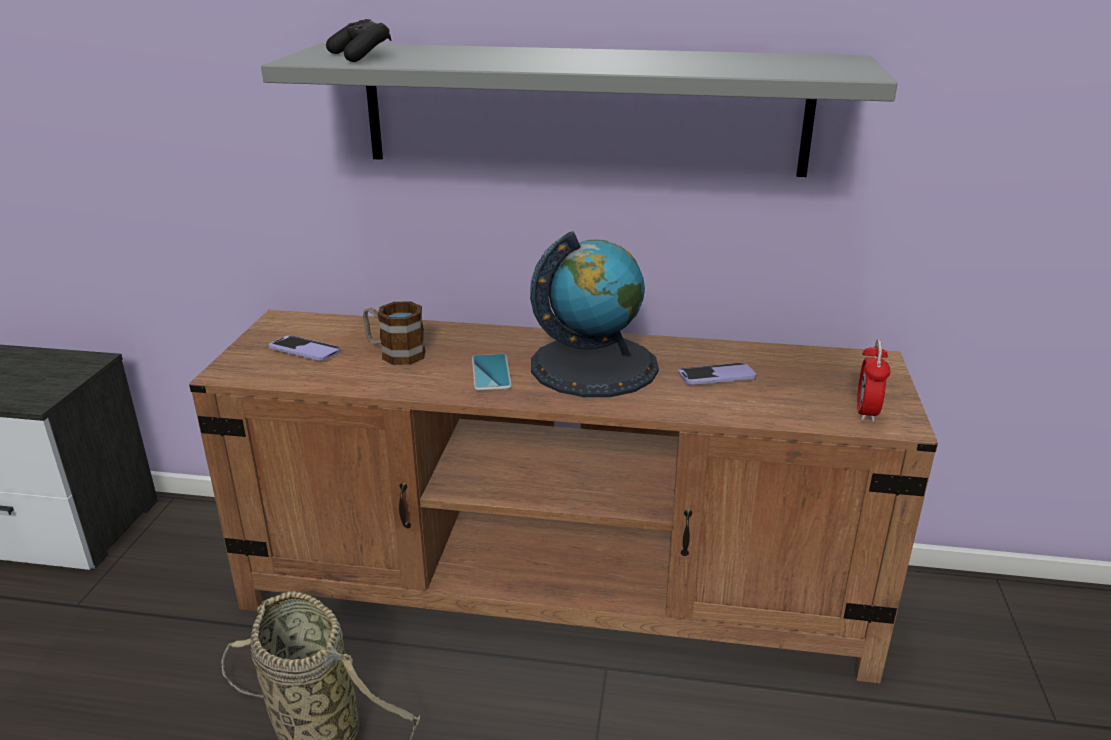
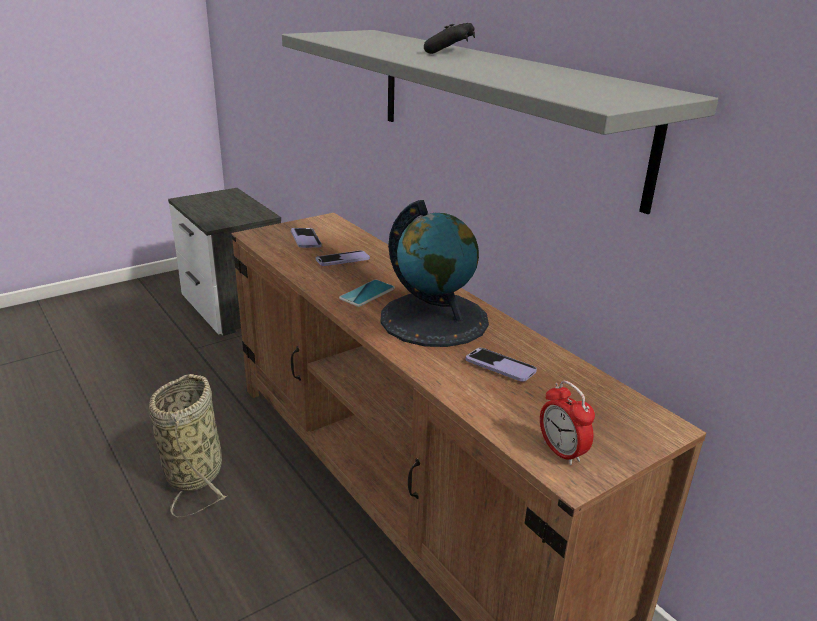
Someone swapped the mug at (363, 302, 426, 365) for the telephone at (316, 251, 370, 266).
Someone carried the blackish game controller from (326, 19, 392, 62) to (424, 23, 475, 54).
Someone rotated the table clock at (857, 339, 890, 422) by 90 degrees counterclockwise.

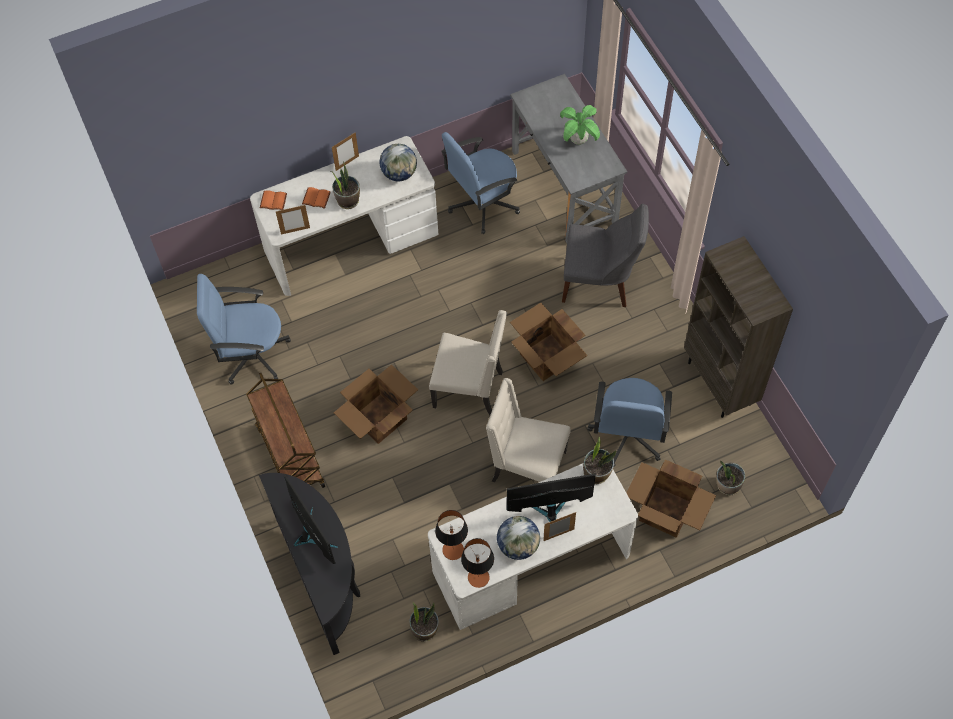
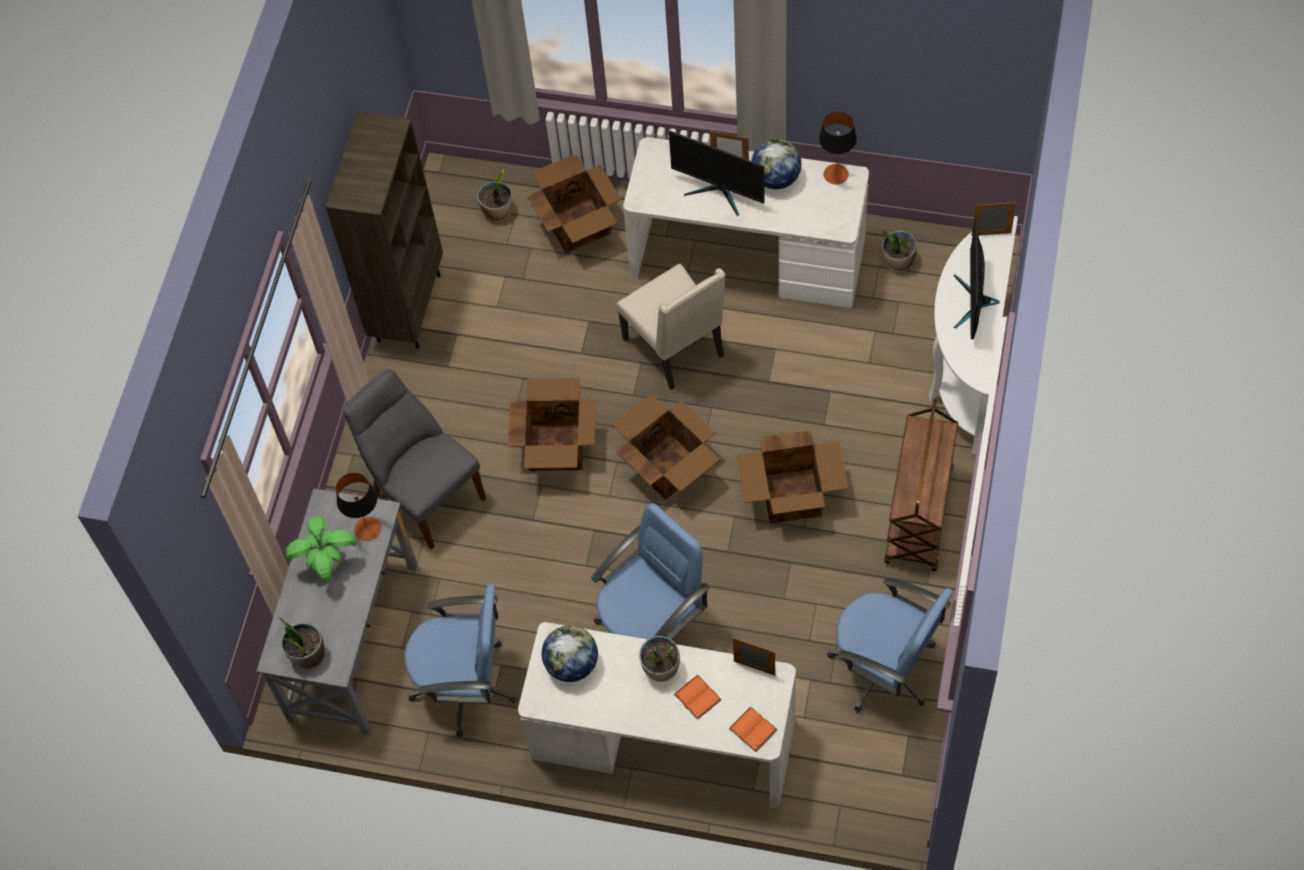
Someone carried the plant in a pot from (583, 437, 616, 484) to (279, 617, 325, 670).
Someone carried the table lamp from (435, 510, 468, 560) to (336, 473, 381, 541).
Someone carried the bluish computer chair from (587, 378, 672, 468) to (591, 503, 709, 640).
Someone swapped the sand-coloured plain chair at (429, 310, 507, 415) for the carton at (612, 394, 720, 500).
Someone repainted the blackish hall table at (259, 473, 360, 655), which became the white-coloured hall table at (929, 216, 1018, 455).
Someone carried the photo frame from (332, 132, 359, 171) to (971, 202, 1016, 236).

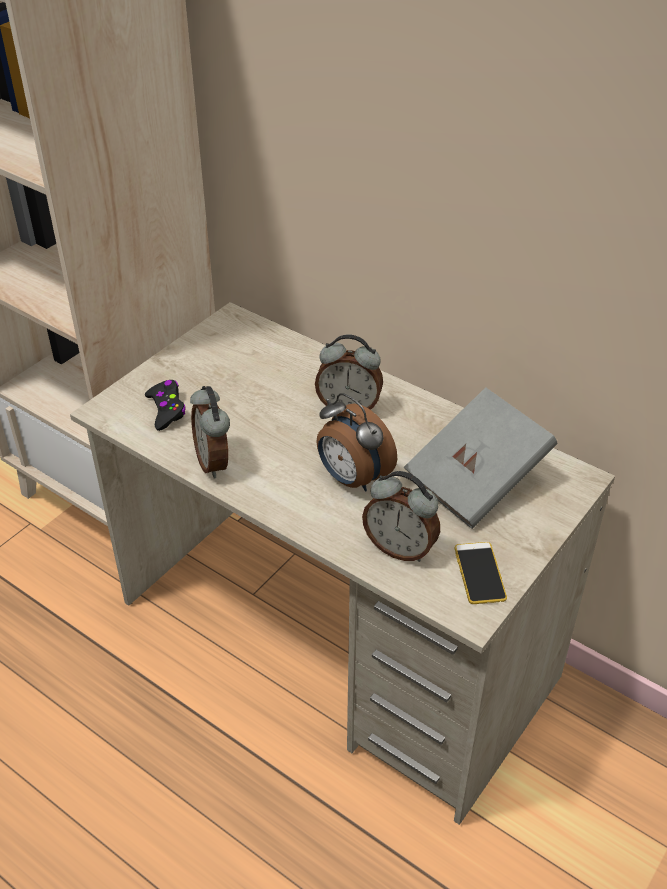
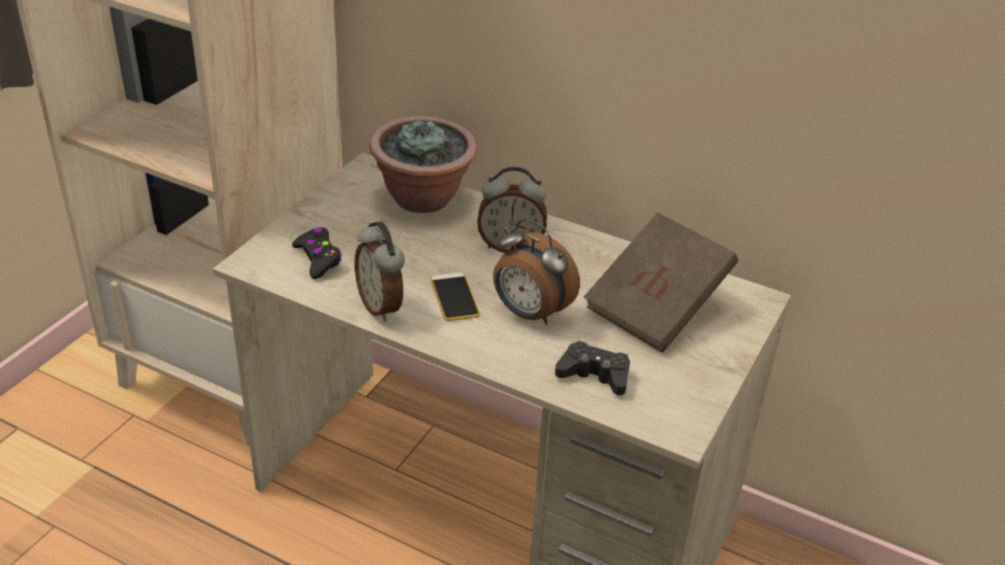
Someone put down the plant in a pot at (369, 116, 477, 213).
Someone carried the telephone from (455, 542, 507, 604) to (430, 272, 480, 321).
Someone swapped the table clock at (362, 471, 440, 562) for the blackish game controller at (555, 341, 630, 395).
Someone repainted the gray volume at (404, 387, 557, 529), which became the brownish volume at (584, 212, 738, 353).

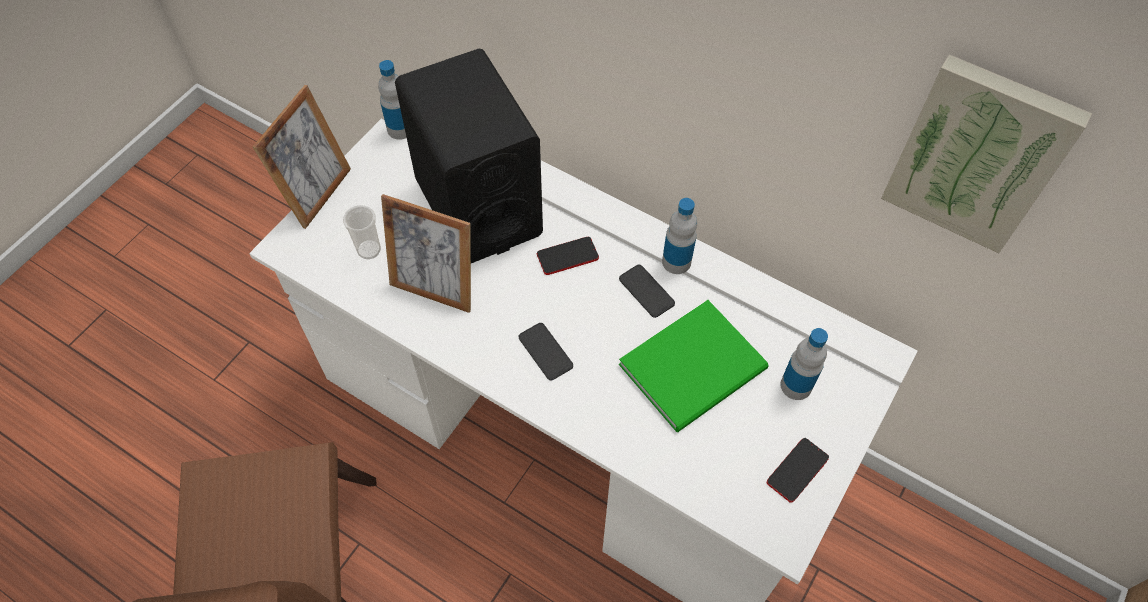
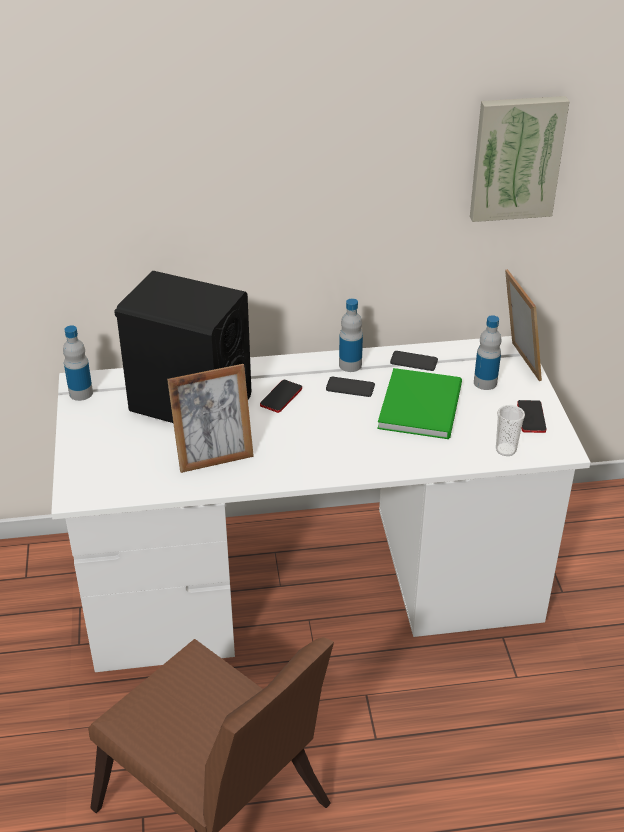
Someone carried the telephone from (519, 323, 573, 380) to (390, 351, 438, 371).
Someone carried the small cup from (343, 205, 381, 259) to (496, 405, 525, 456).
Someone carried the photo frame from (253, 85, 351, 229) to (505, 269, 542, 381).

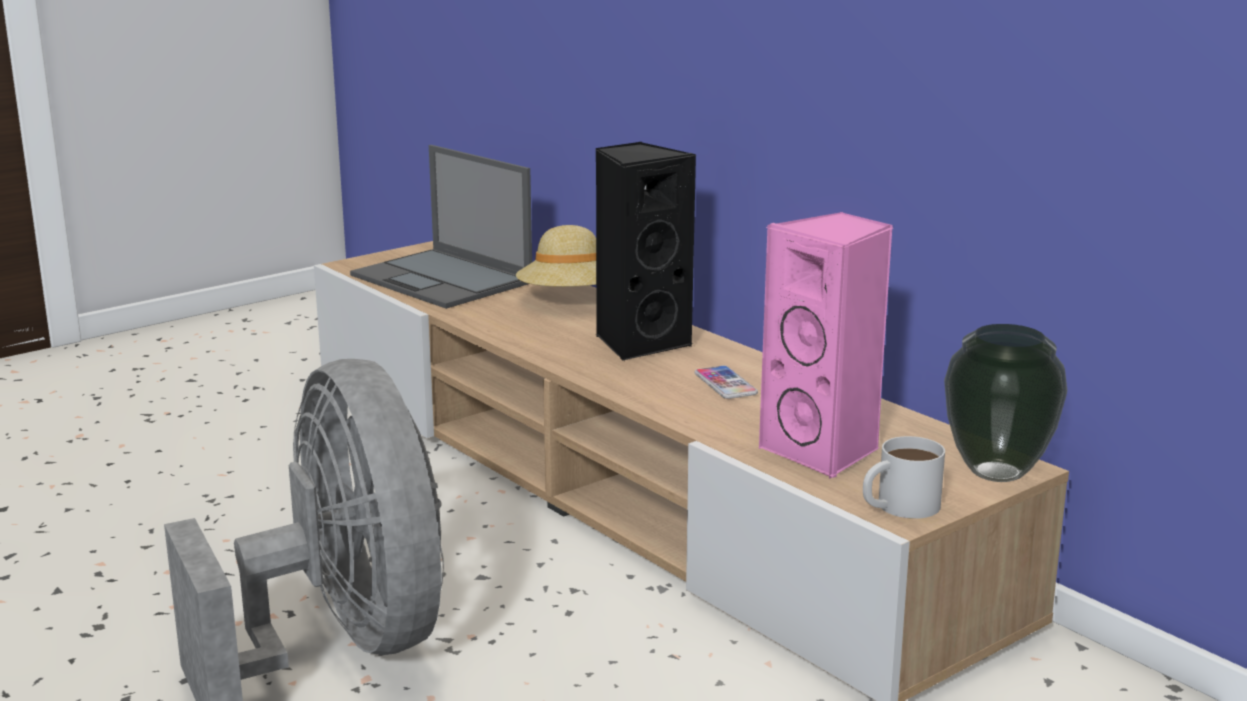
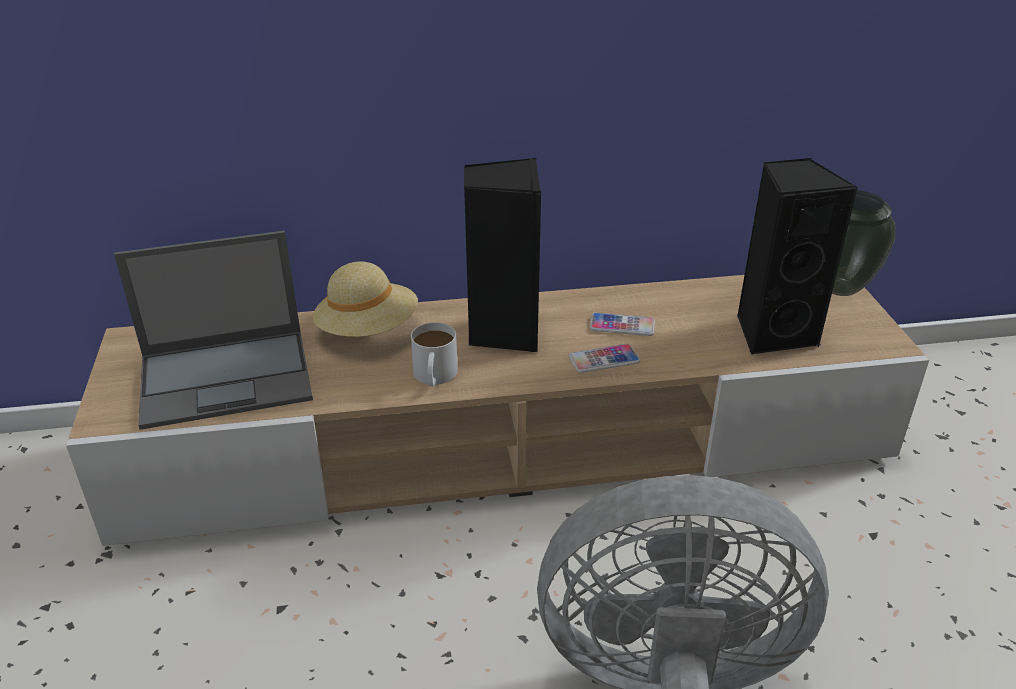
Someone carried the white-coloured mug from (863, 436, 945, 519) to (411, 322, 458, 386).
Someone put down the telephone at (569, 344, 640, 373).
Someone repainted the pinkish loudspeaker at (759, 212, 893, 479), which became the blackish loudspeaker at (737, 158, 858, 354).

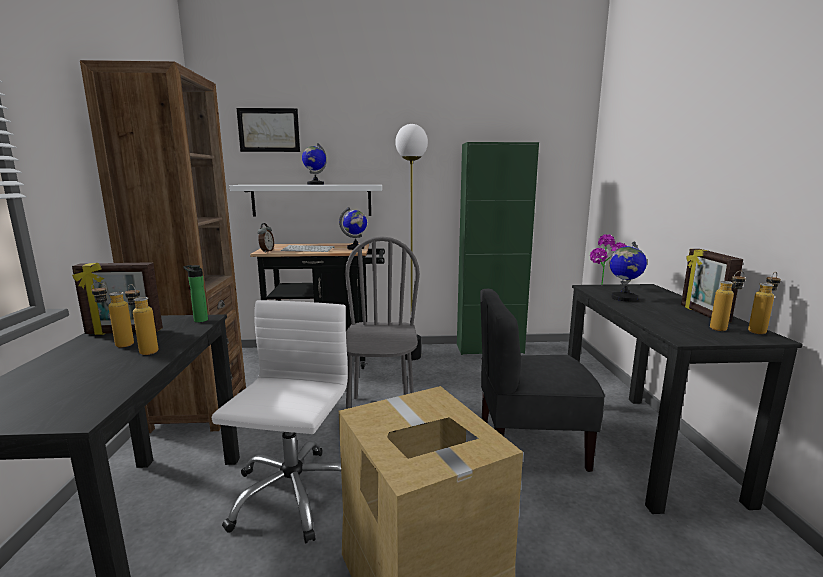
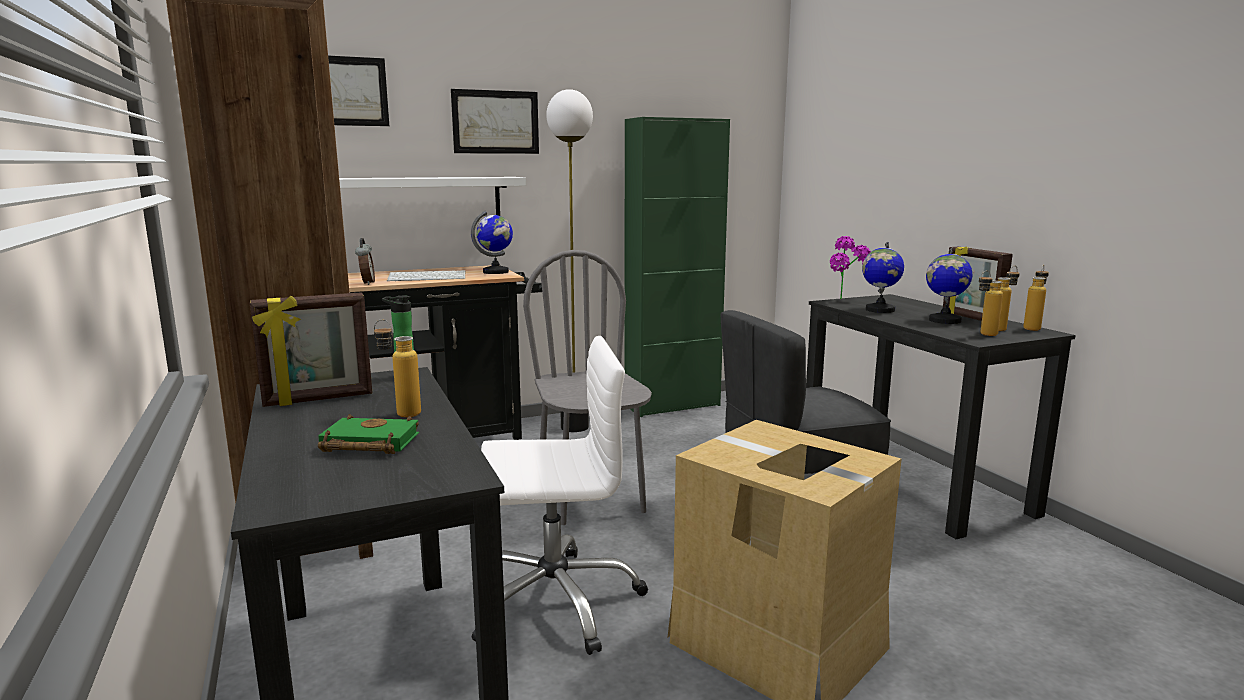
Someone put down the green-coloured volume at (318, 414, 419, 454).
Someone put up the picture at (451, 89, 539, 154).
Someone rotated the white-coloured computer chair at (211, 300, 348, 544) by 90 degrees clockwise.
Someone carried the desk globe from (302, 143, 327, 185) to (926, 247, 972, 324).
Someone carried the drink bottle from (91, 282, 134, 348) to (979, 270, 1003, 336).

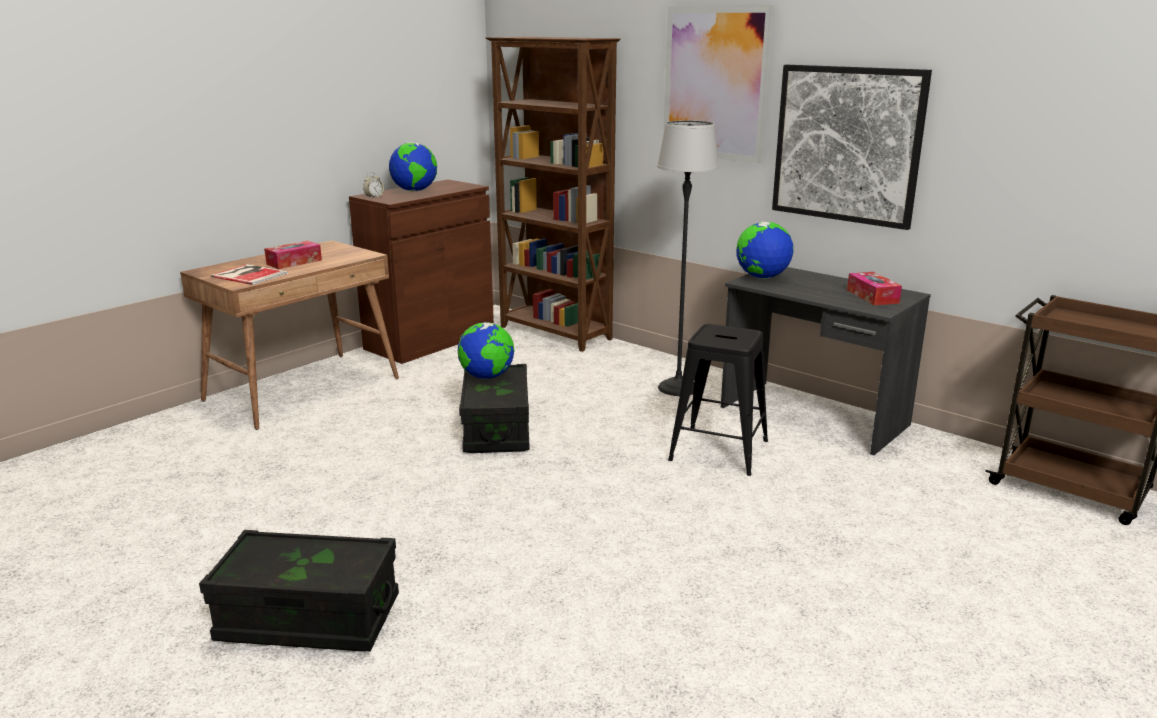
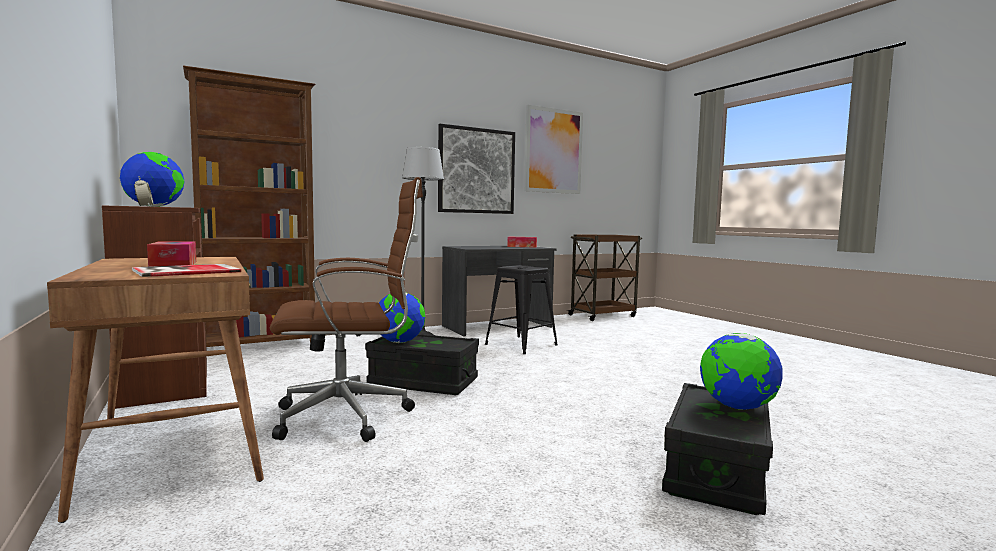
Someone put down the brownish computer chair at (270, 177, 423, 442).
Someone carried the picture from (663, 5, 775, 164) to (524, 105, 583, 194).
Someone carried the desk globe from (736, 222, 793, 278) to (700, 333, 783, 410).

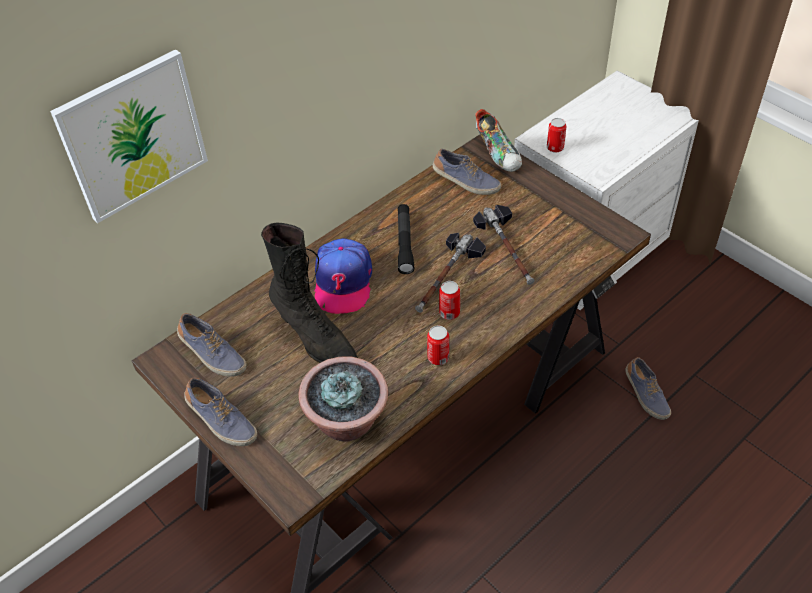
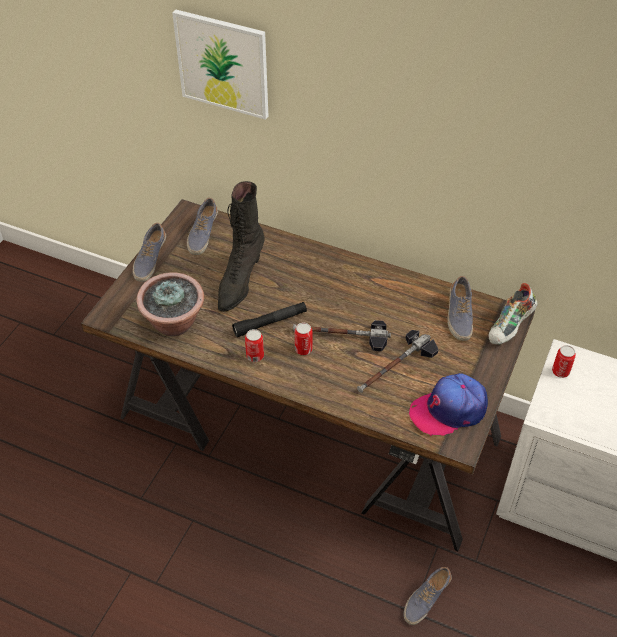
Someone carried the blackish torch from (398, 204, 414, 274) to (232, 302, 307, 337).
Someone carried the peaked cap from (315, 238, 372, 314) to (409, 373, 488, 436).

